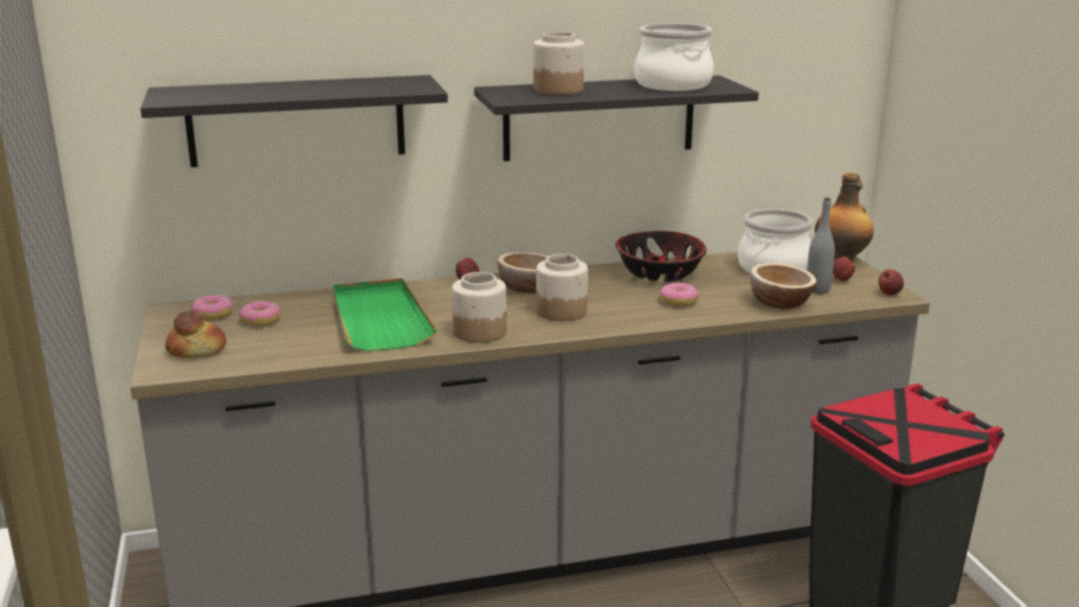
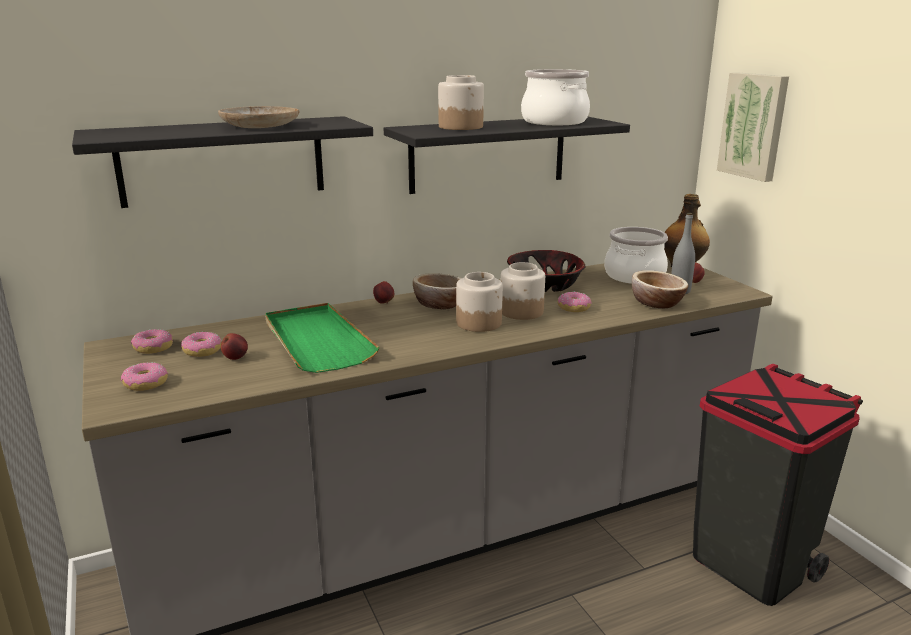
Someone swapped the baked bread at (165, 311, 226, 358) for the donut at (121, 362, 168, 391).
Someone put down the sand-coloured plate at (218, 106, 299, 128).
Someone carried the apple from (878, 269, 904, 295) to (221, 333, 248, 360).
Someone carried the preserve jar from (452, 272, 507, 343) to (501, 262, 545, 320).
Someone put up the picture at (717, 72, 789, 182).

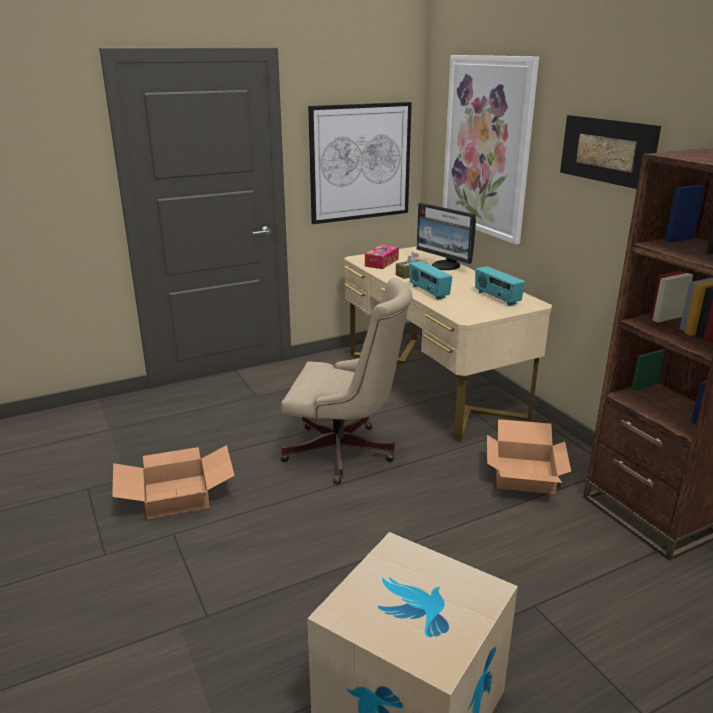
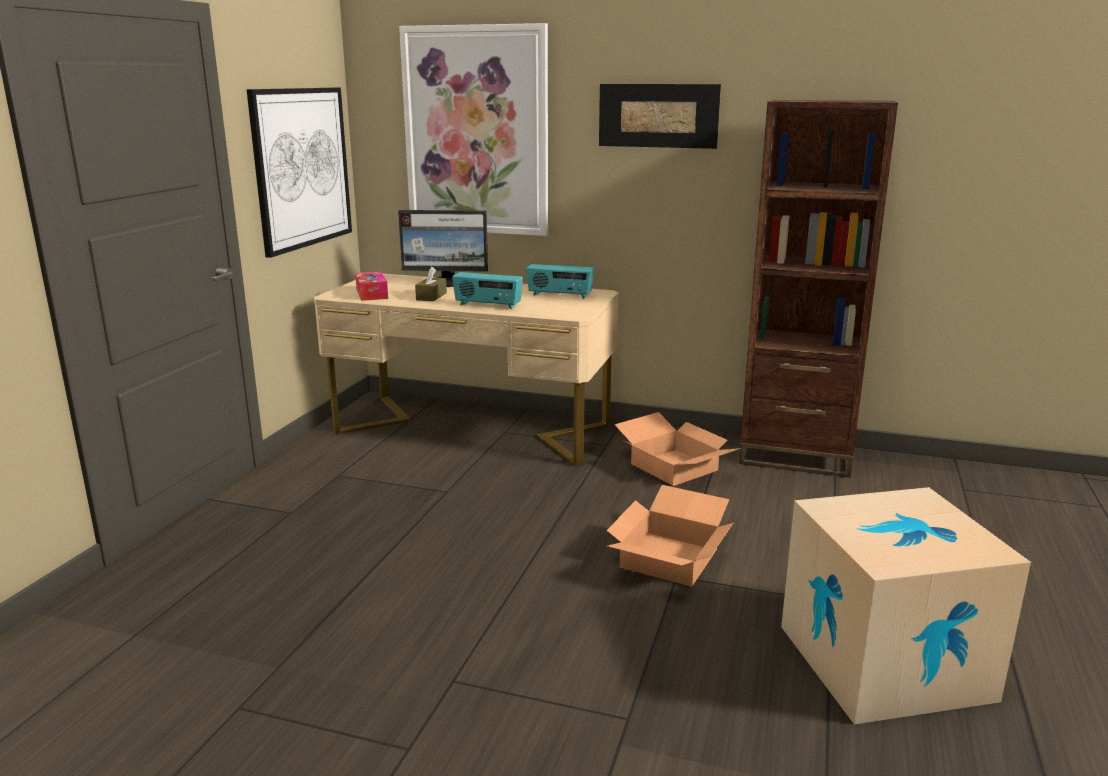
Someone carried the carton from (112, 445, 235, 519) to (607, 485, 733, 586).
Someone took away the sand-coloured computer chair at (280, 278, 412, 484).

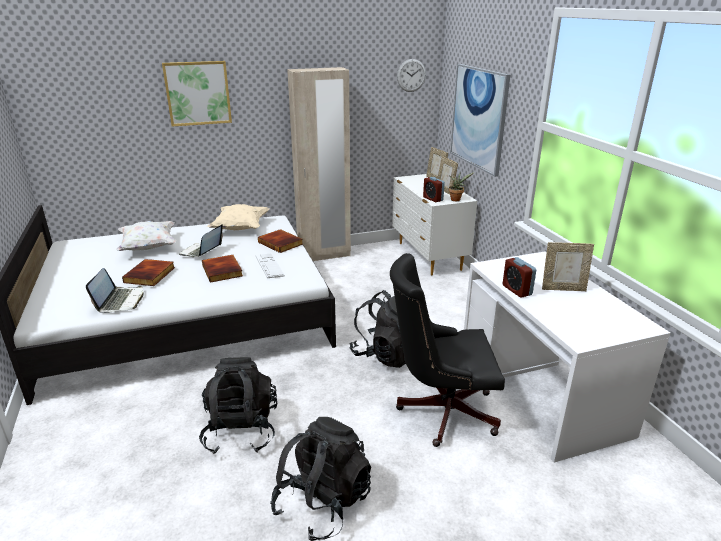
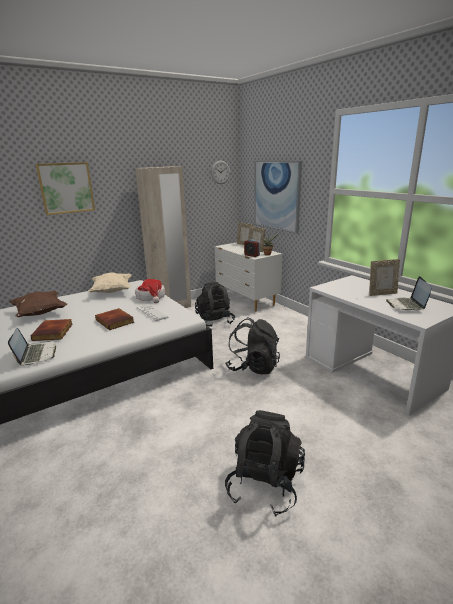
Someone repainted the white-coloured throw pillow at (116, 221, 176, 251), which became the brownish throw pillow at (9, 291, 67, 317).
Someone swapped the volume at (258, 229, 303, 253) for the hat at (135, 279, 165, 303).
Someone carried the blackish rucksack from (199, 357, 278, 454) to (195, 282, 235, 327).
Someone carried the laptop from (179, 224, 223, 257) to (386, 276, 432, 311).
Someone took away the blackish computer chair at (390, 253, 505, 447).
Someone took away the table clock at (503, 257, 536, 297).

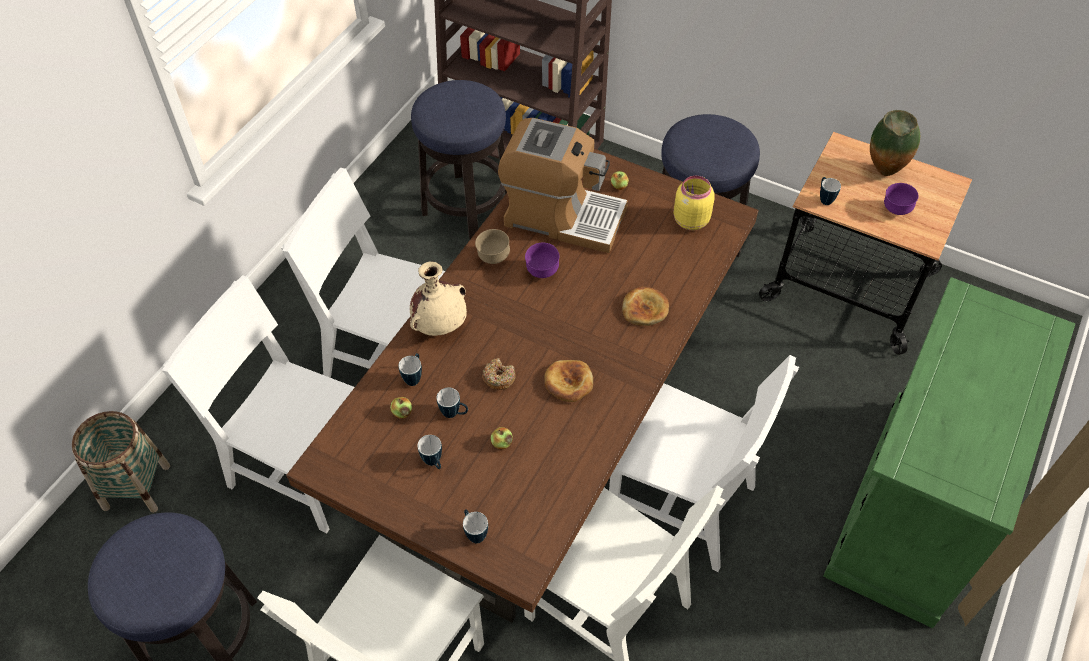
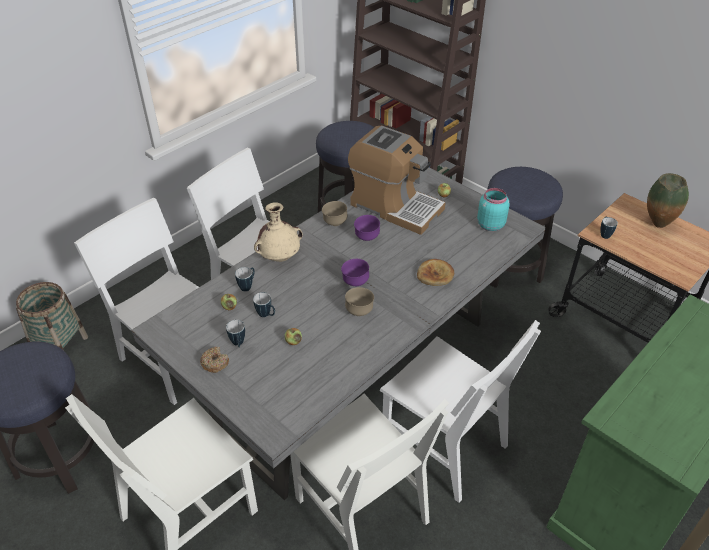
Someone repainted the brownish dinner table at (286, 149, 759, 623), which became the gray dinner table at (131, 167, 546, 500).
Someone carried the donut from (482, 358, 516, 390) to (200, 346, 229, 373).
Someone carried the purple-coloured bowl from (884, 183, 919, 215) to (341, 259, 369, 286).
Someone swapped the baked bread at (544, 360, 593, 402) for the brownish bowl at (345, 287, 374, 316).
Someone repainted the yellow-coloured preserve jar at (674, 176, 715, 230), which became the turquoise-coloured preserve jar at (477, 188, 510, 231).
Someone took away the mug at (463, 509, 488, 543).

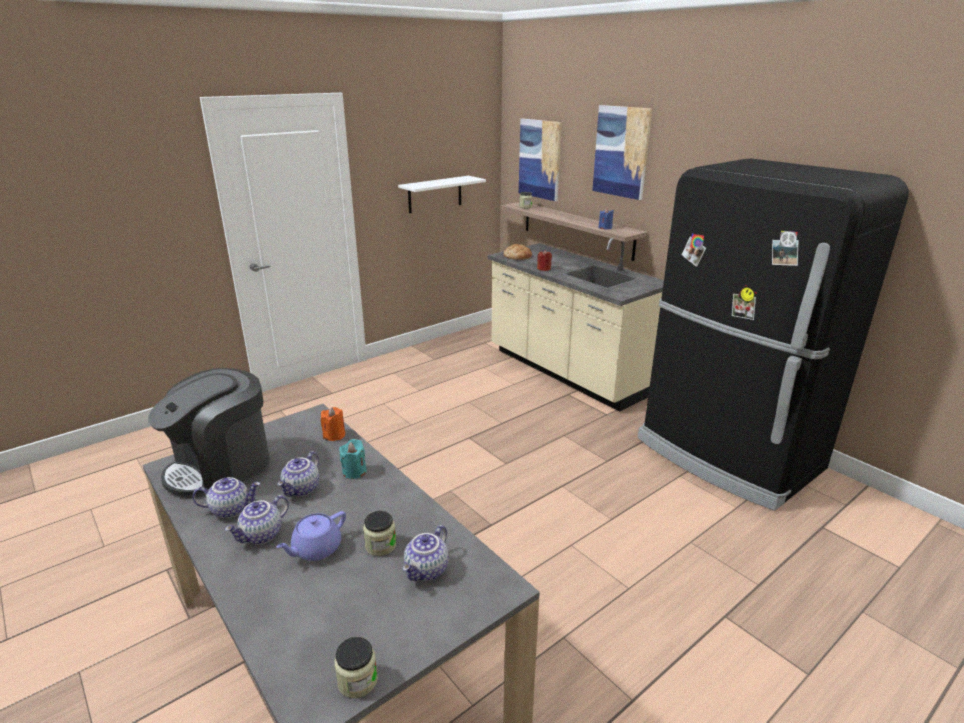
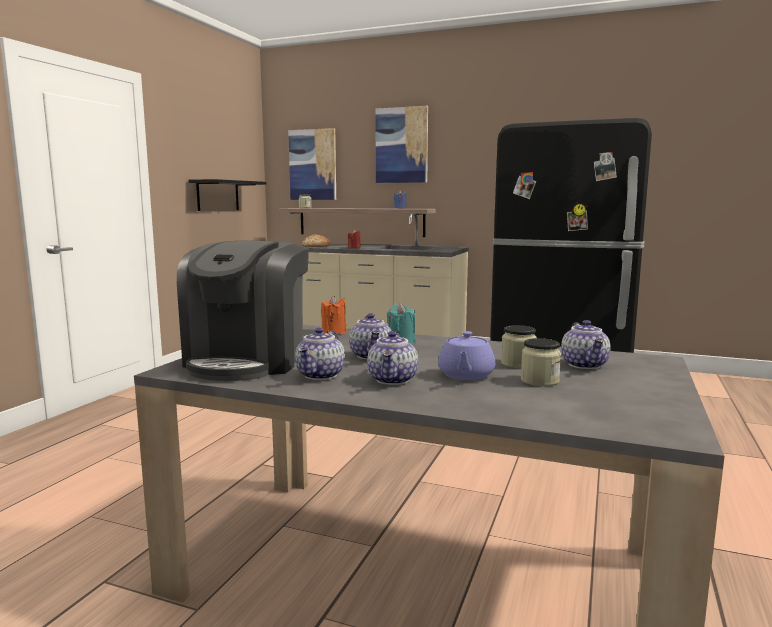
Someone repainted the white-coloured bracket shelf at (398, 176, 486, 213), which became the blackish bracket shelf at (188, 179, 266, 211).
Someone rotated the tea pot at (192, 477, 261, 518) by 150 degrees clockwise.
Someone carried the preserve jar from (334, 637, 378, 698) to (521, 338, 561, 386).

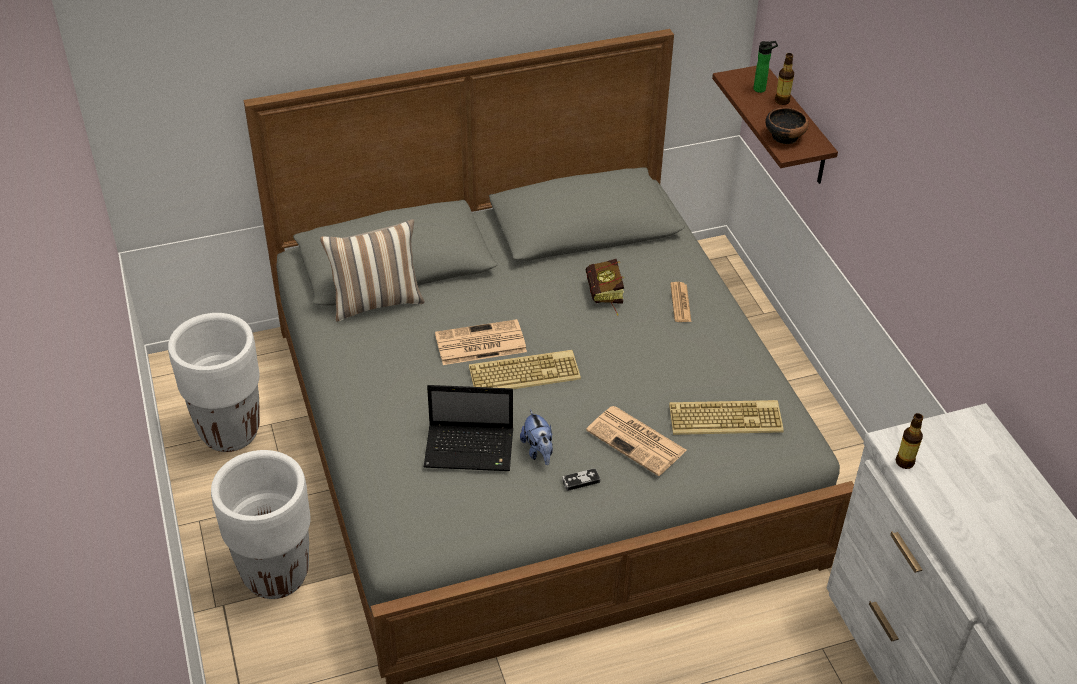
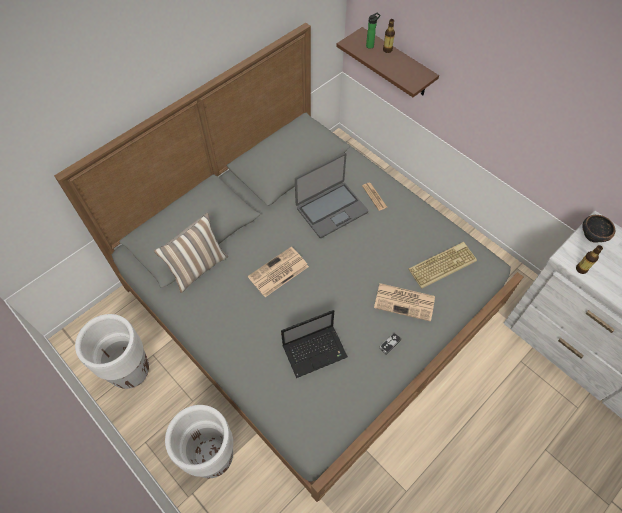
Someone swapped the volume at (586, 258, 624, 315) for the laptop at (295, 153, 368, 238).
Someone carried the bowl from (765, 108, 809, 144) to (582, 215, 615, 243).
Someone took away the PC keyboard at (469, 350, 581, 389).
Someone took away the cuddly toy at (520, 410, 553, 465).

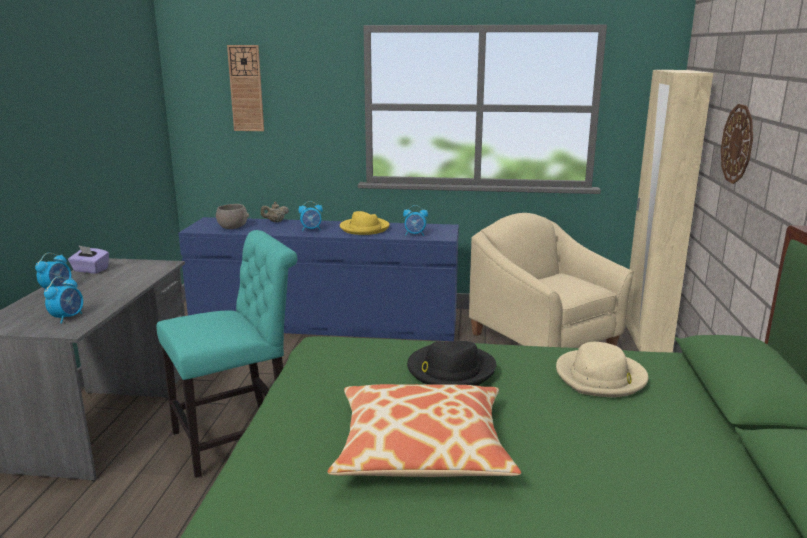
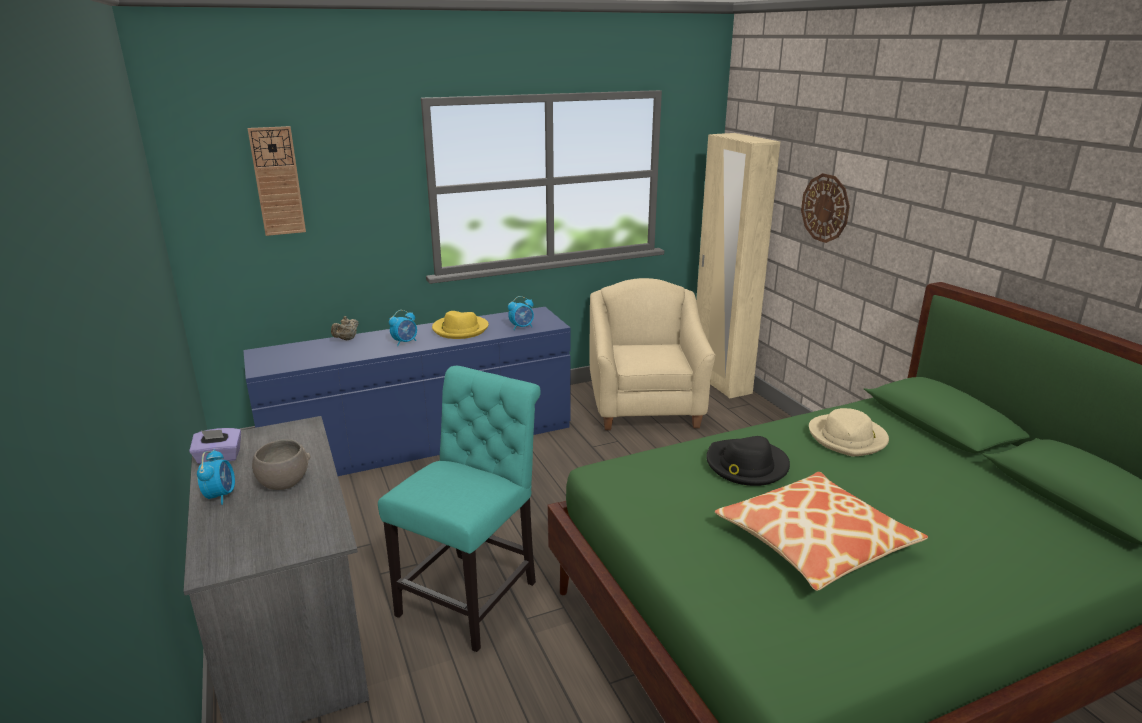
Someone carried the gray bowl from (216, 204, 249, 229) to (252, 439, 310, 490).
Someone rotated the sand-coloured easy chair at (469, 213, 634, 348) by 60 degrees clockwise.
Someone took away the table clock at (44, 277, 83, 324).

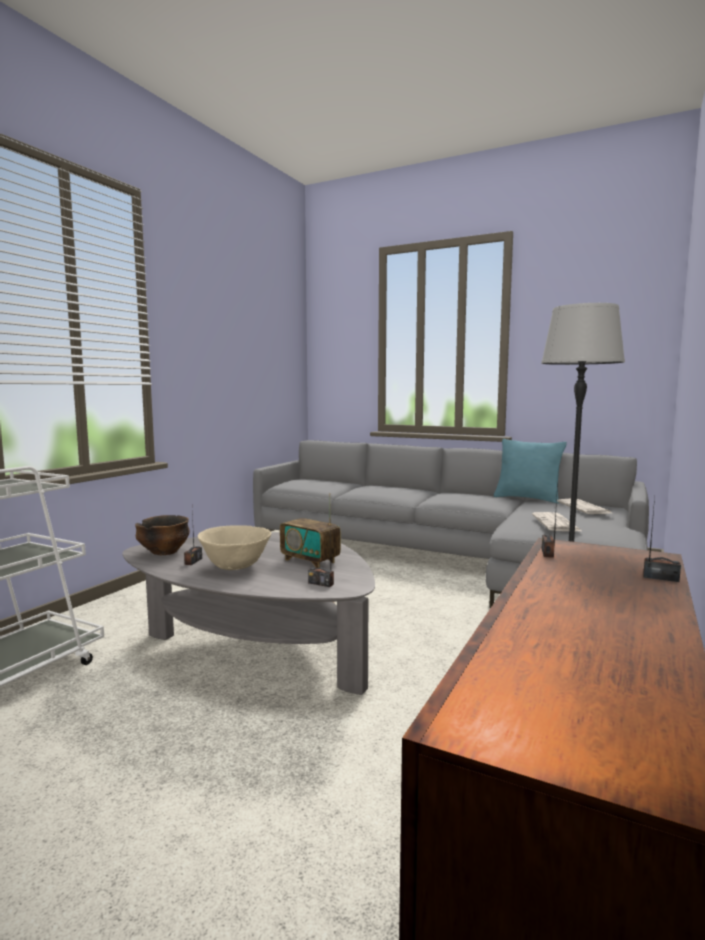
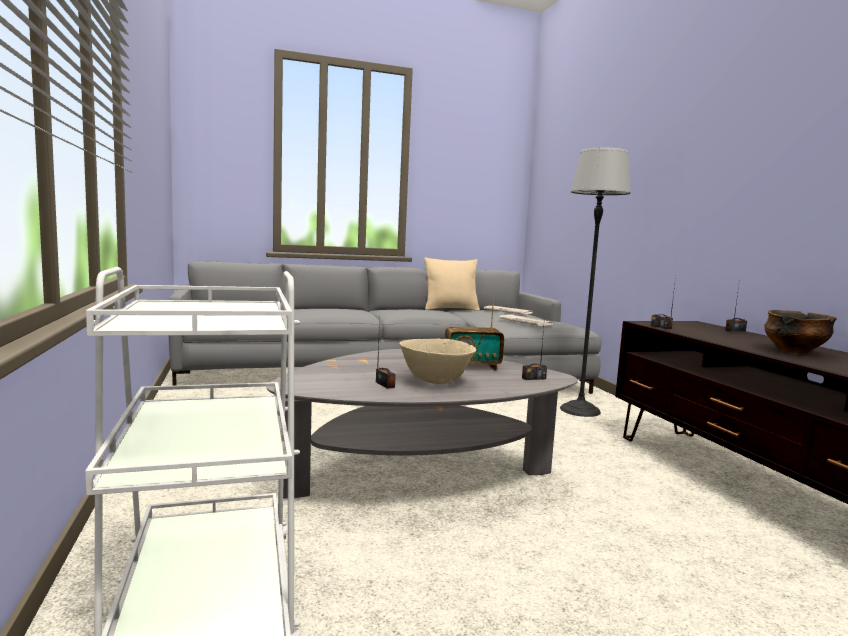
Someone repainted the turquoise-coloured throw pillow at (494, 439, 567, 504), which became the sand-coloured throw pillow at (424, 257, 480, 311).
Someone carried the bowl from (135, 515, 190, 556) to (764, 310, 837, 354).

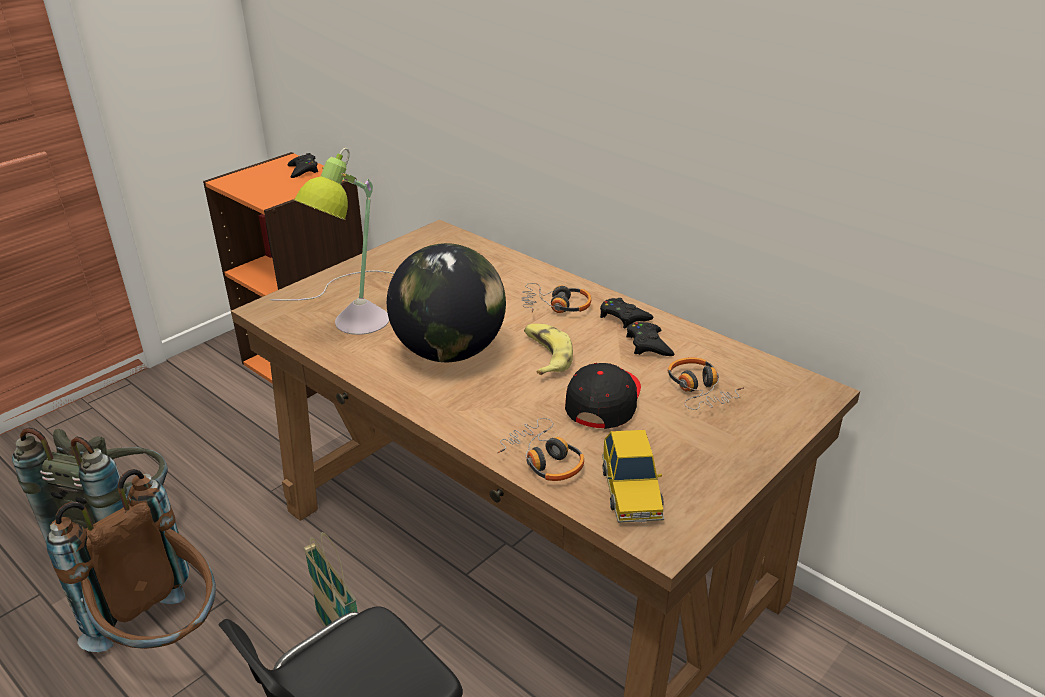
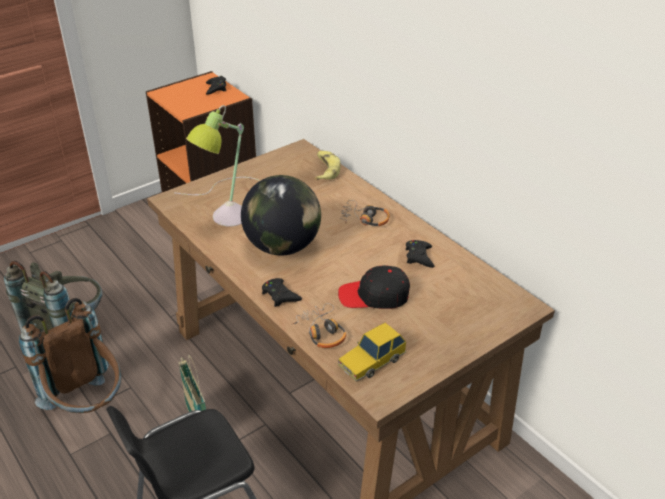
Someone carried the blackish game controller from (600, 298, 653, 329) to (262, 278, 302, 307).
Someone carried the banana from (524, 324, 573, 375) to (315, 151, 340, 180).
Someone rotated the blackish peaked cap at (565, 363, 641, 429) by 120 degrees counterclockwise.
Someone rotated the model car at (602, 430, 664, 523) by 45 degrees clockwise.
Someone took away the pair of headphones at (668, 357, 744, 410).

